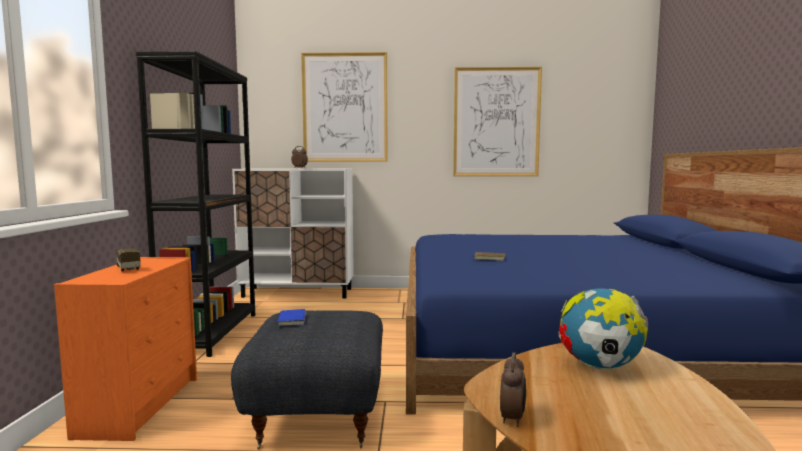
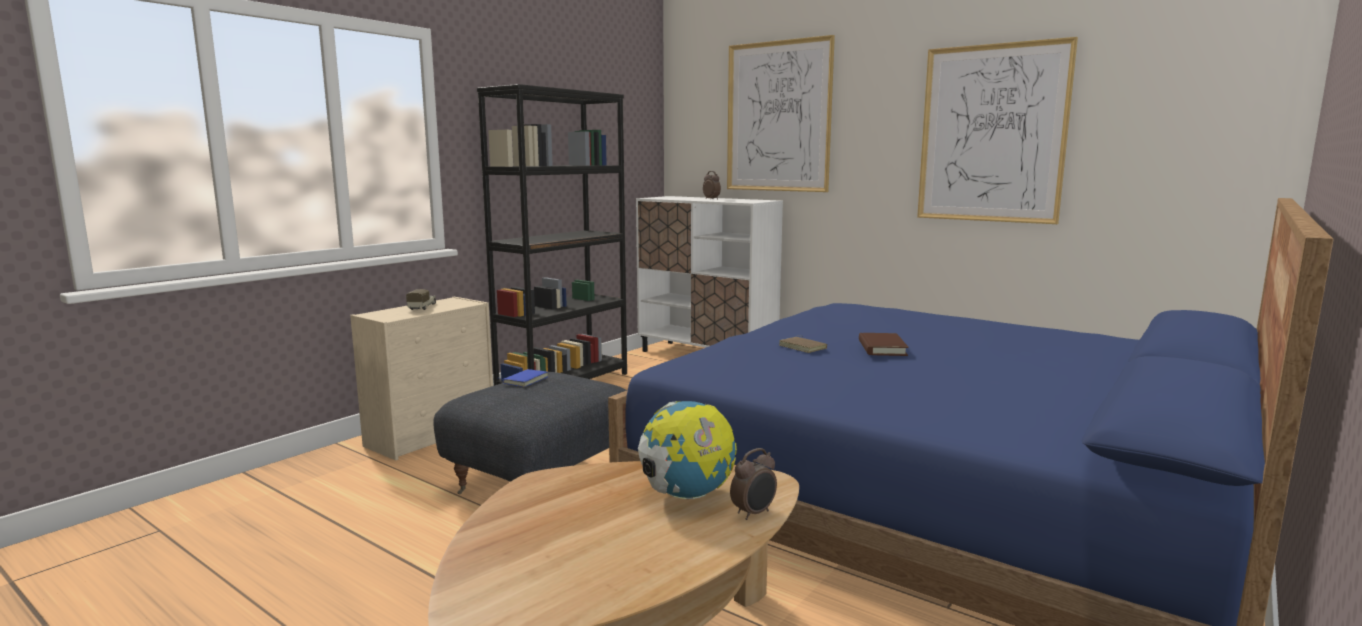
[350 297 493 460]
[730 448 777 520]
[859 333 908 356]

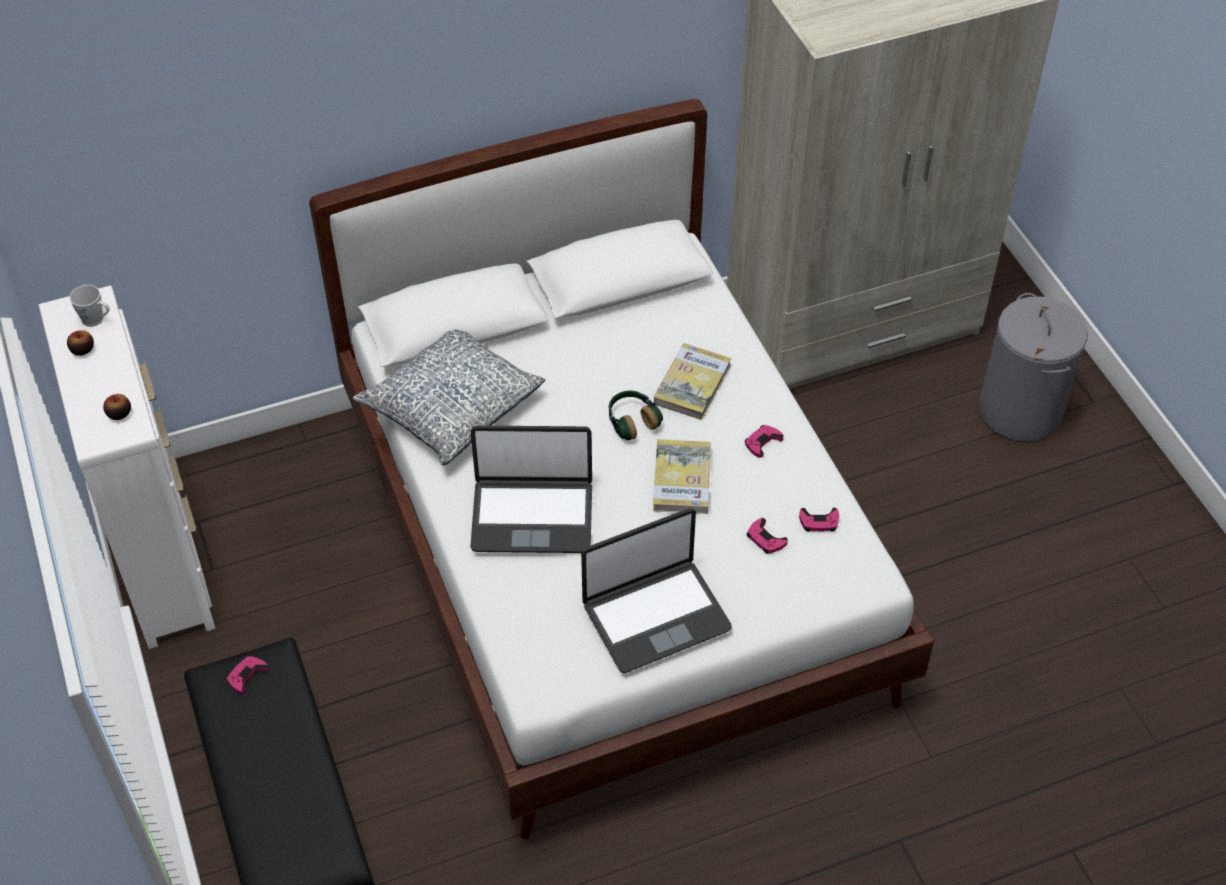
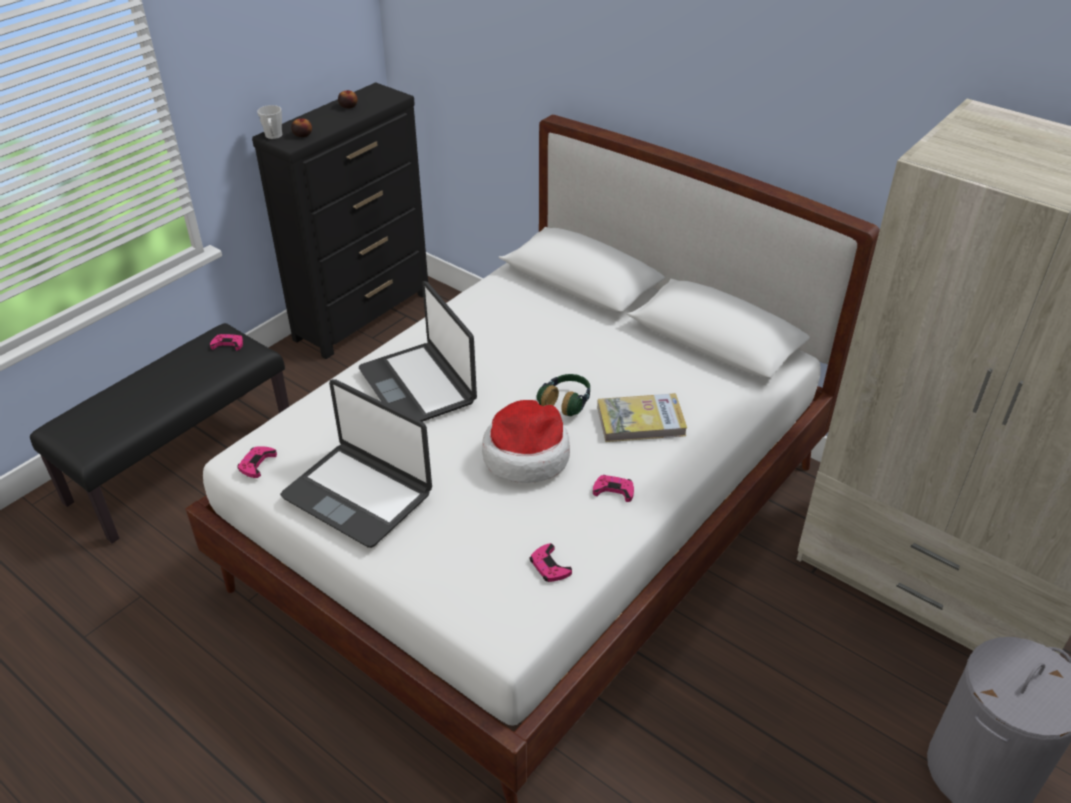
[252 82 428 359]
[257 105 282 139]
[353 330 545 466] (first image)
[482 400 570 483]
[237 446 277 478]

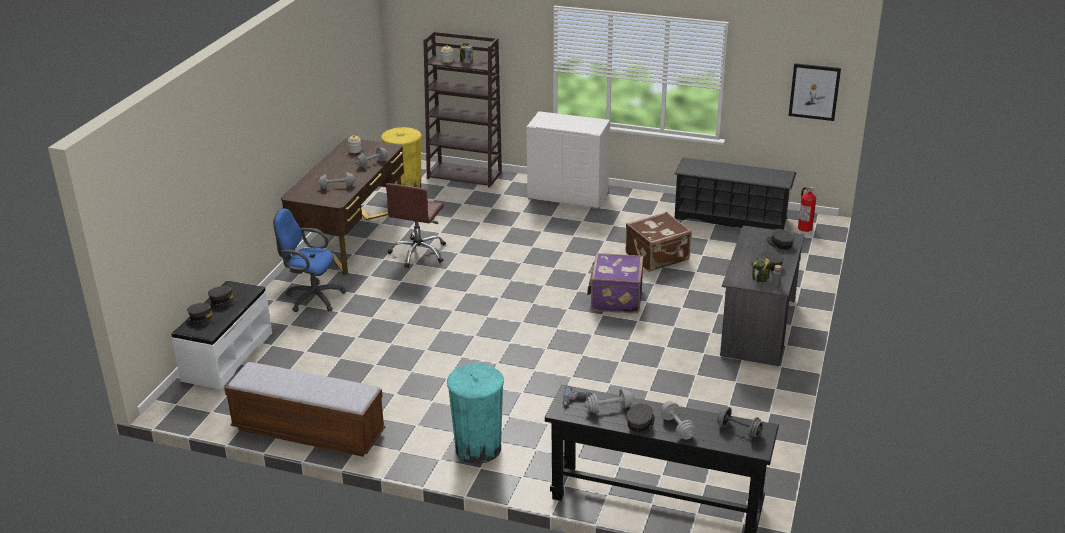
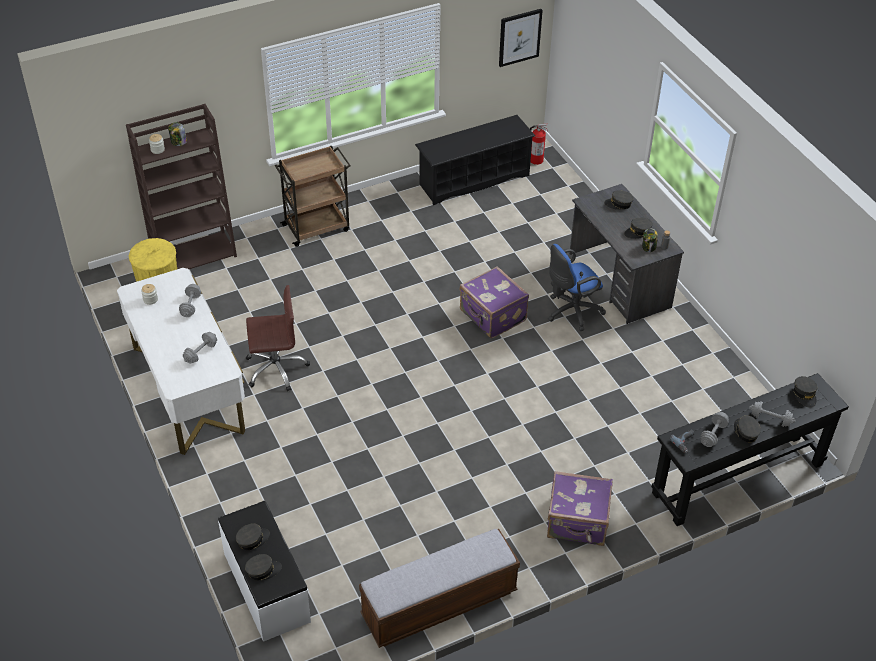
[275 146 351 247]
[117 268 245 455]
[246 285 310 391]
[548 244 606 331]
[626 212 692 271] (first image)
[547 471 613 546]
[794 376 817 408]

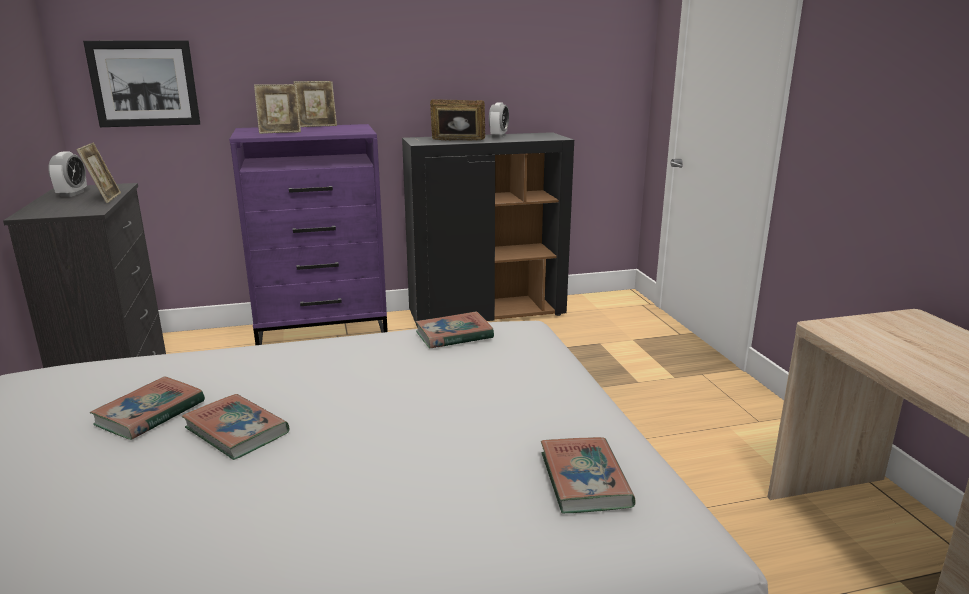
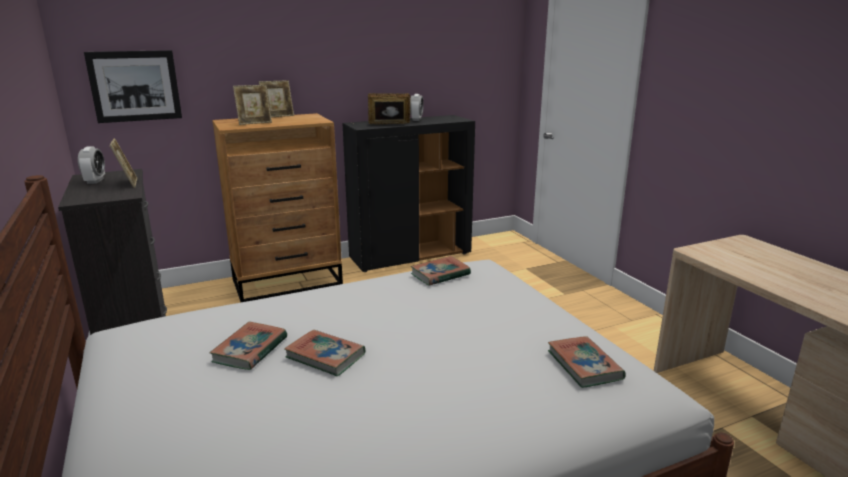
[212 113 343 302]

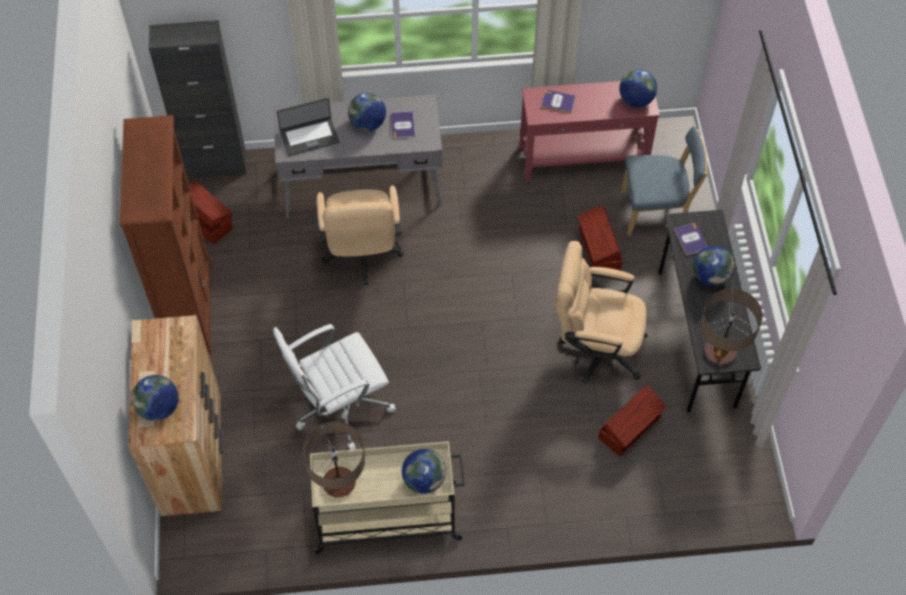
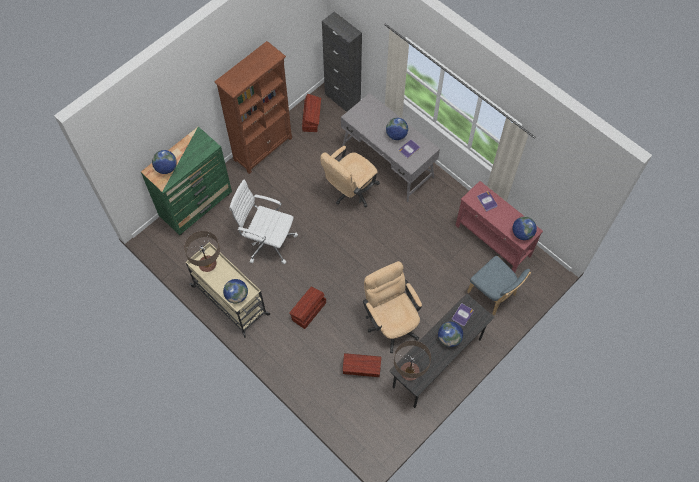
[277 98 340 156] (first image)
[289 287 326 329]
[141 126 232 235]

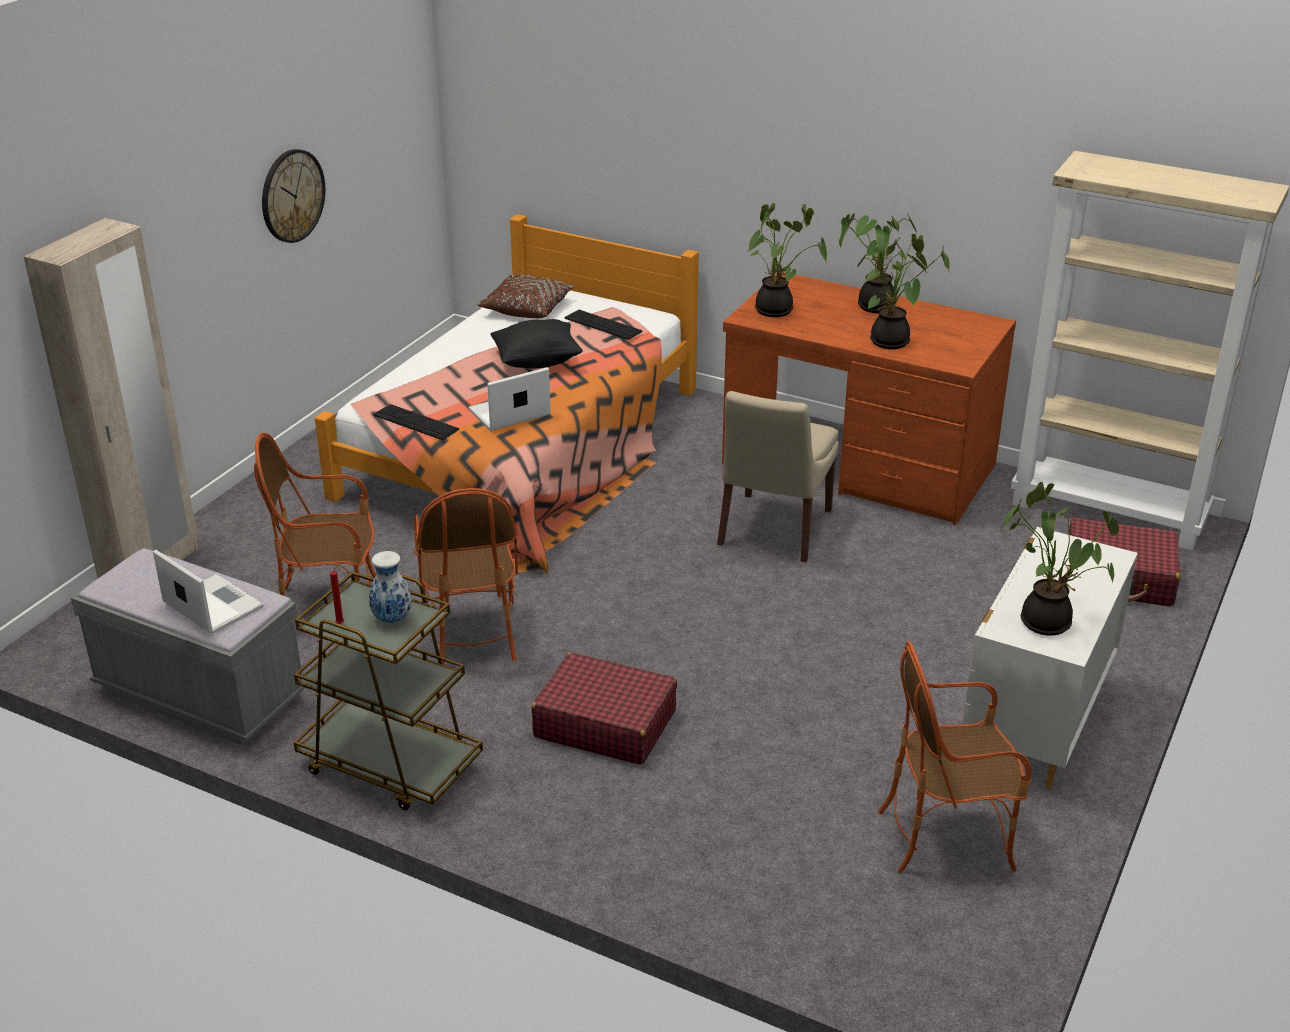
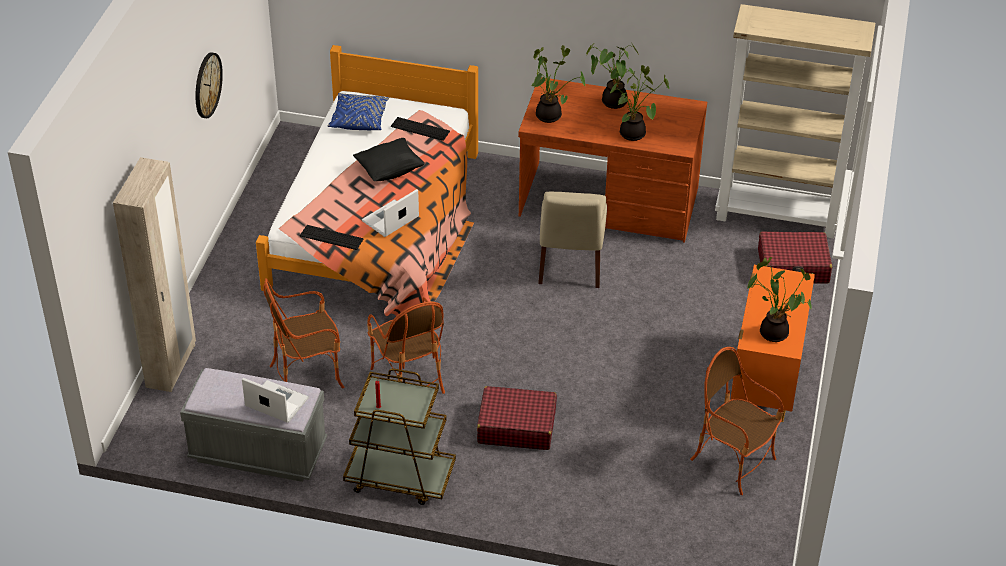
[328 93 389 130]
[730 265 815 422]
[369 551 412 623] (first image)
[690 347 784 495]

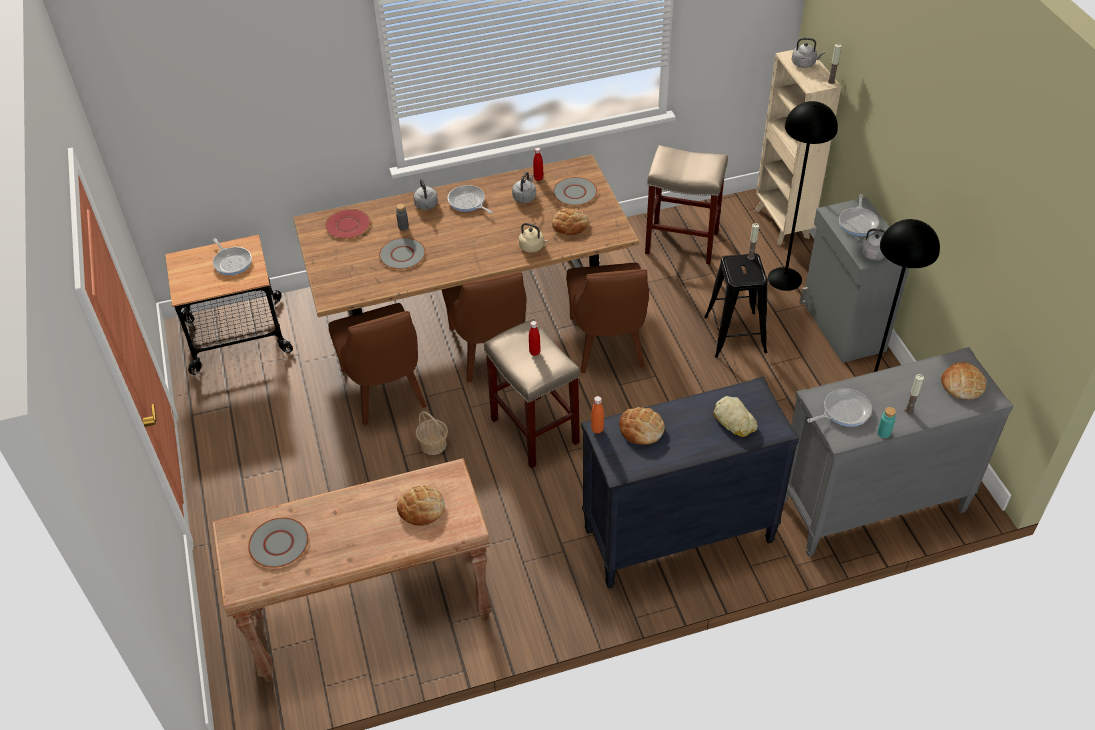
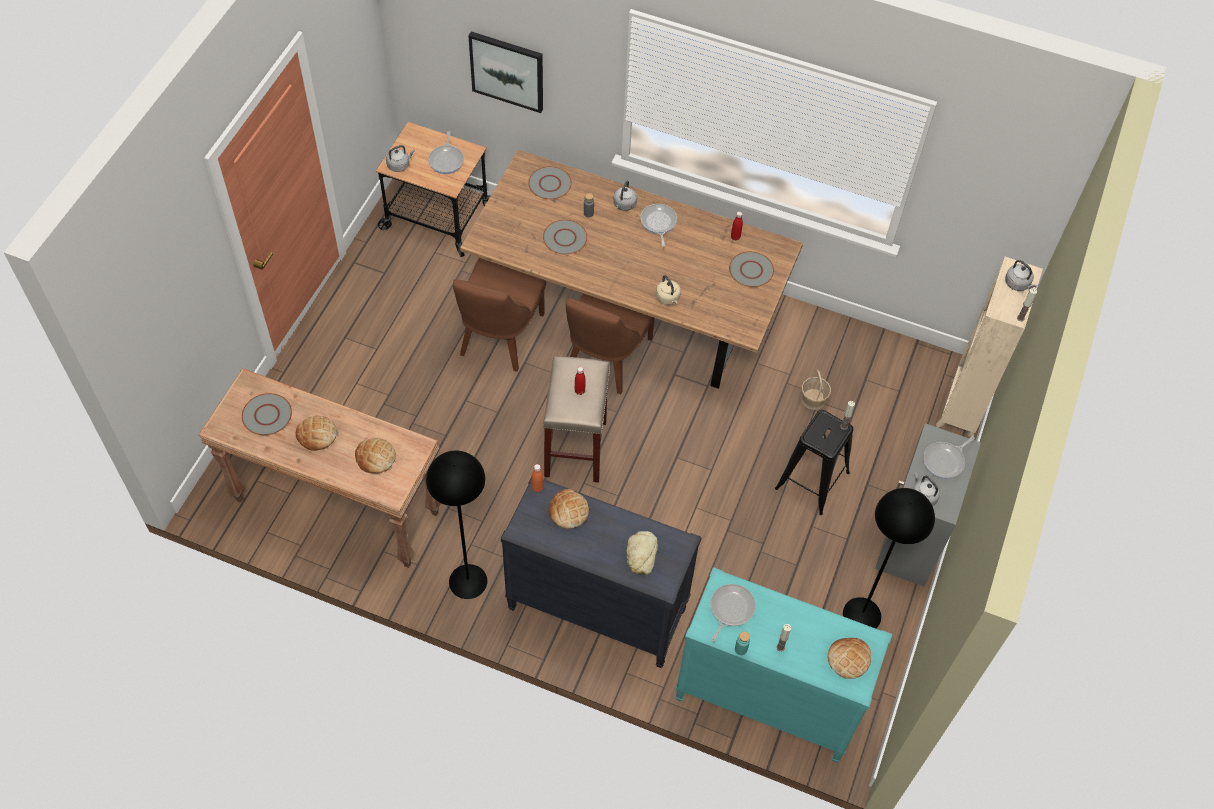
[426 451 487 599]
[645 145 728 264] (first image)
[386 145 415 172]
[296 415 337 451]
[528 166 572 200]
[566 263 649 373] (first image)
[675 567 892 763]
[710 584 756 642]
[801 369 831 410]
[468 32 543 113]

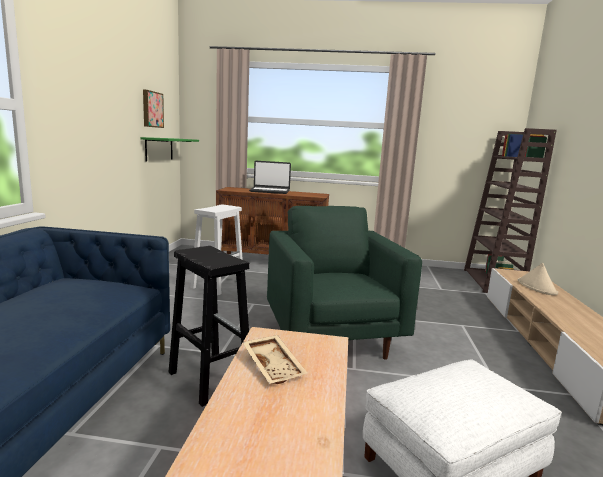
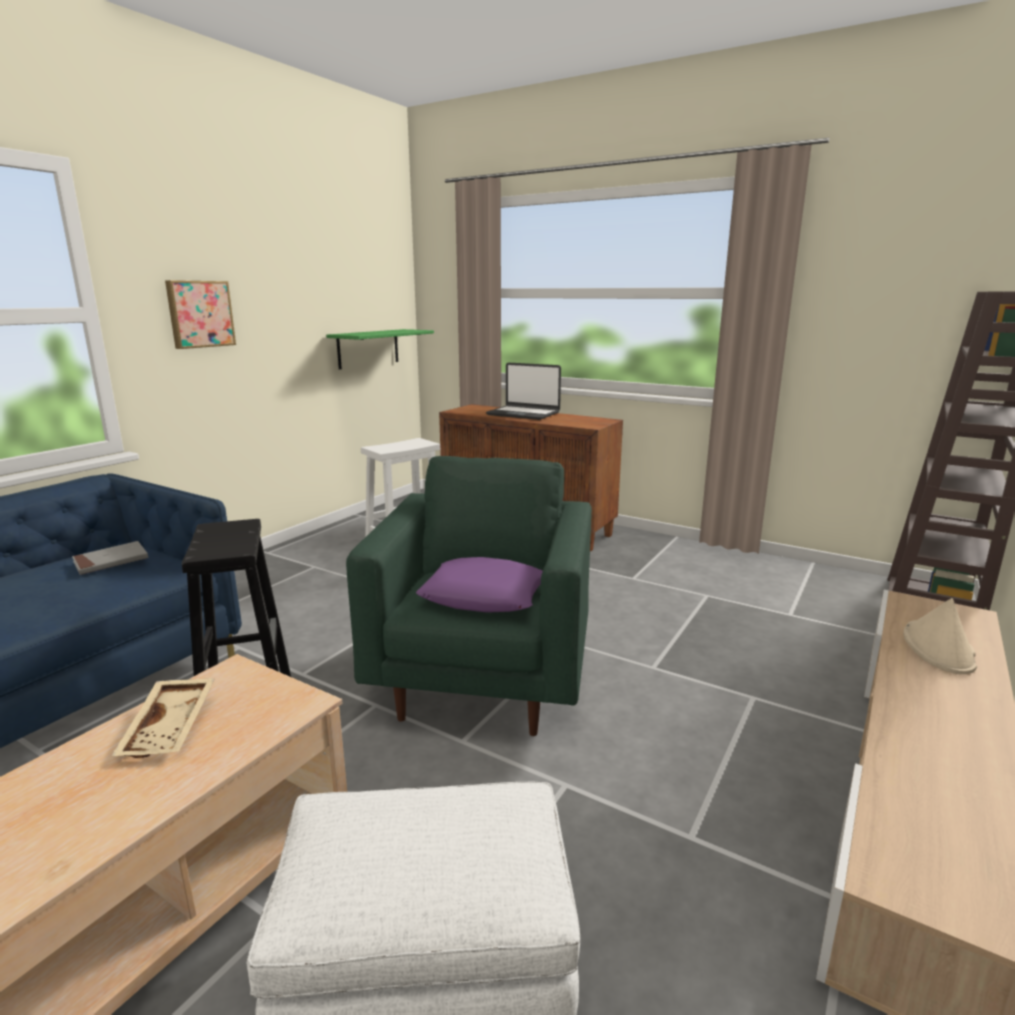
[165 280 236 349]
[72 541 148 575]
[416 557 543 613]

